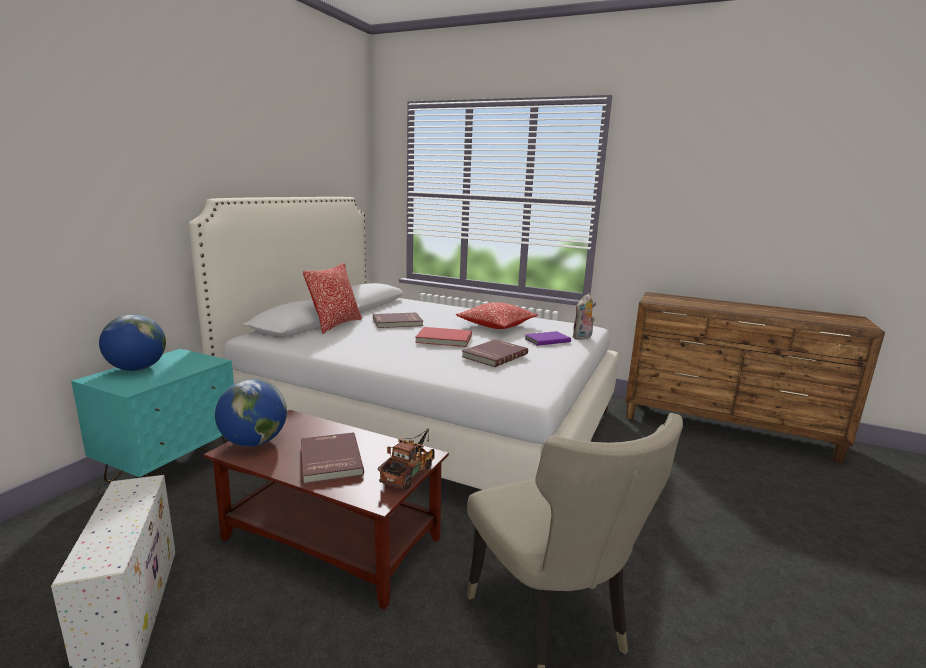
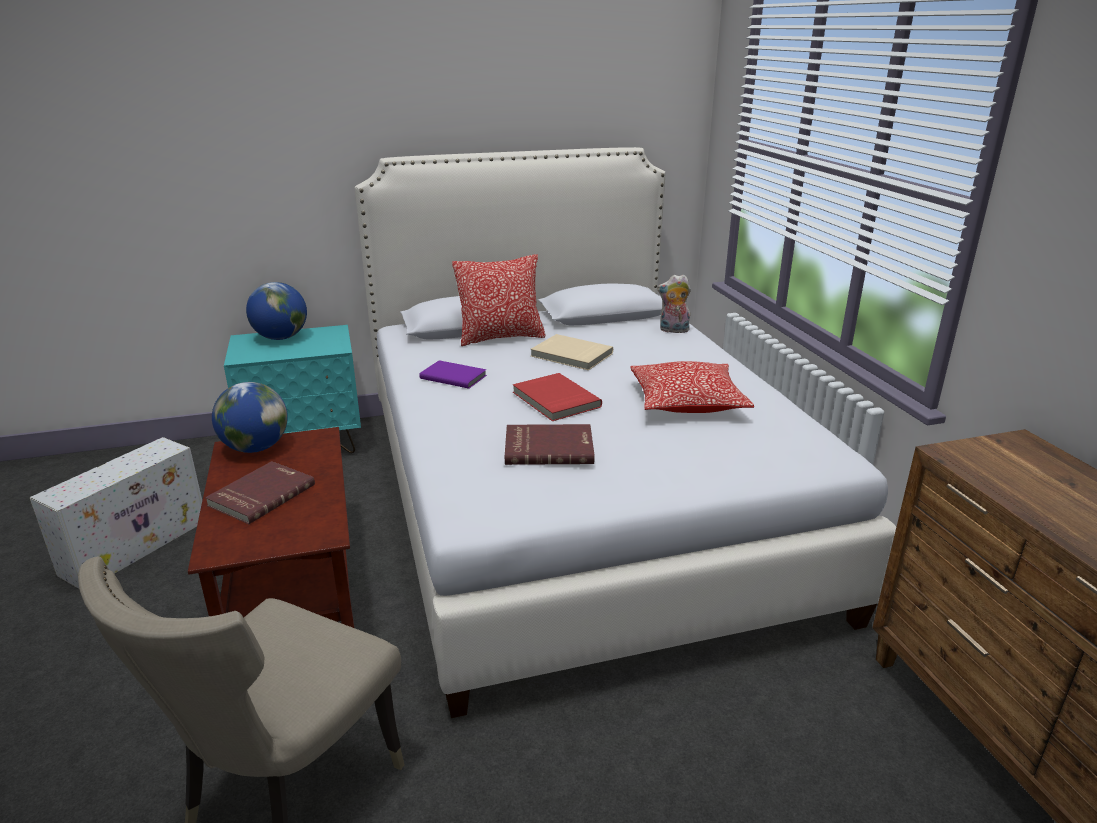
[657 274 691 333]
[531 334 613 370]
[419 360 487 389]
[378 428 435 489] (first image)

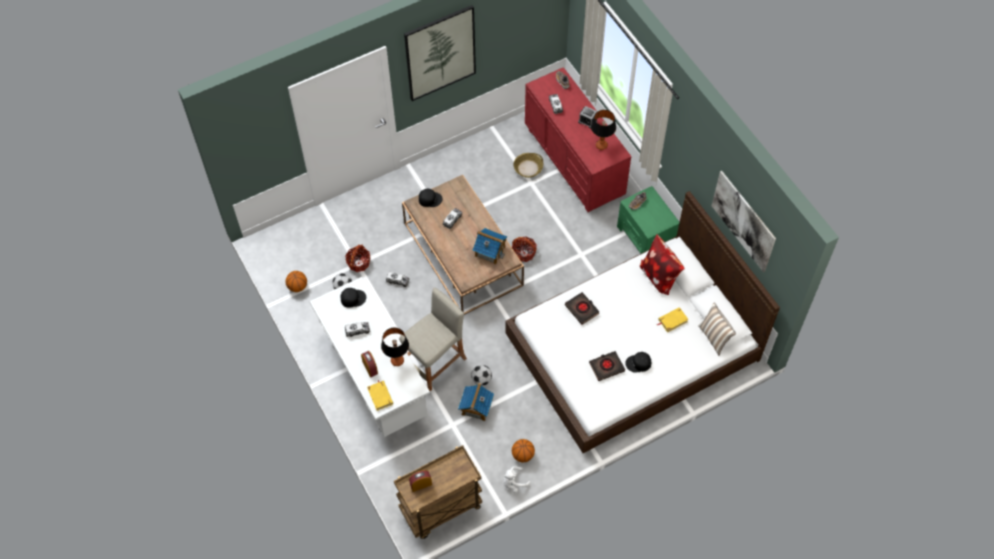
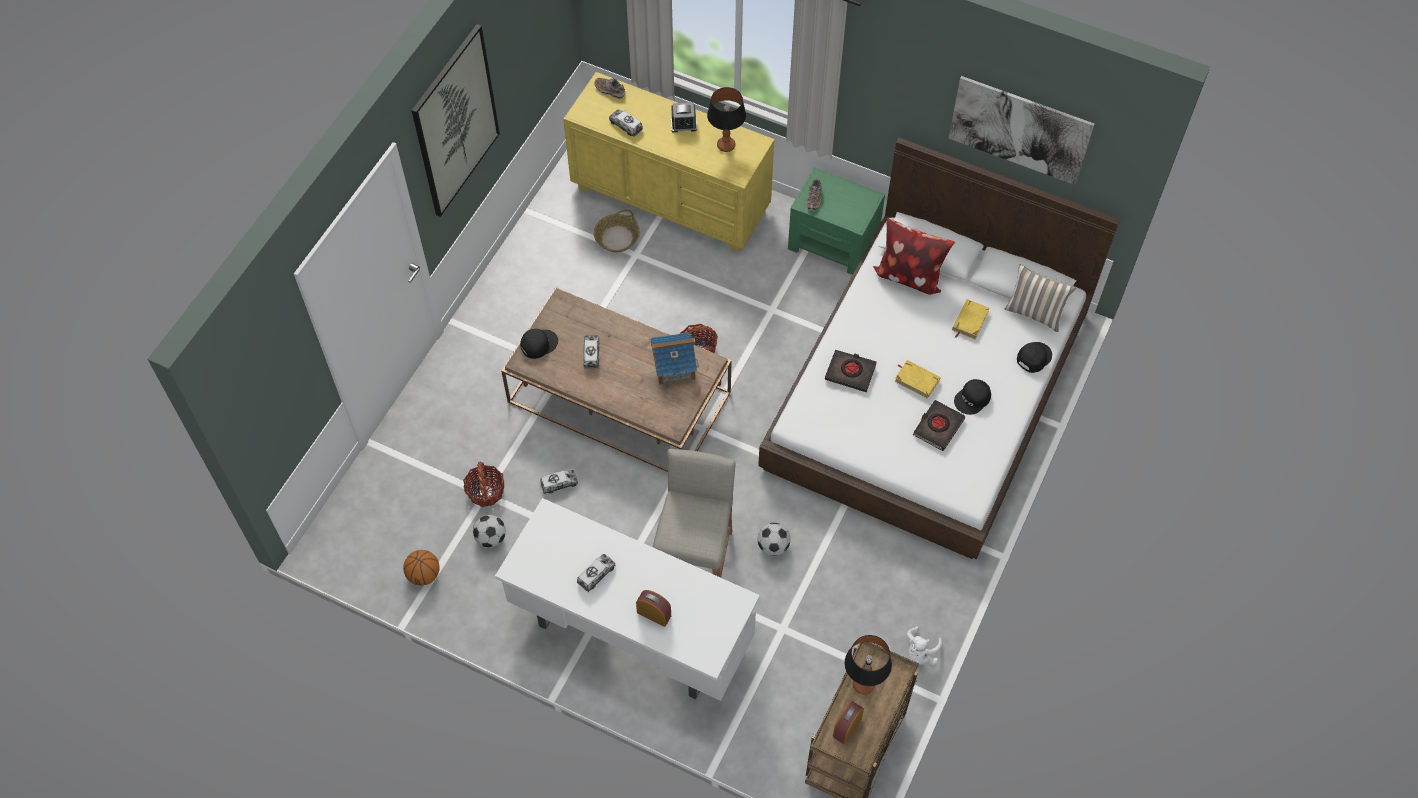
[563 72 775 252]
[1017 342 1052 373]
[845 635 892 695]
[894 360 941 399]
[458 383 494 421] (first image)
[512 439 535 462] (first image)

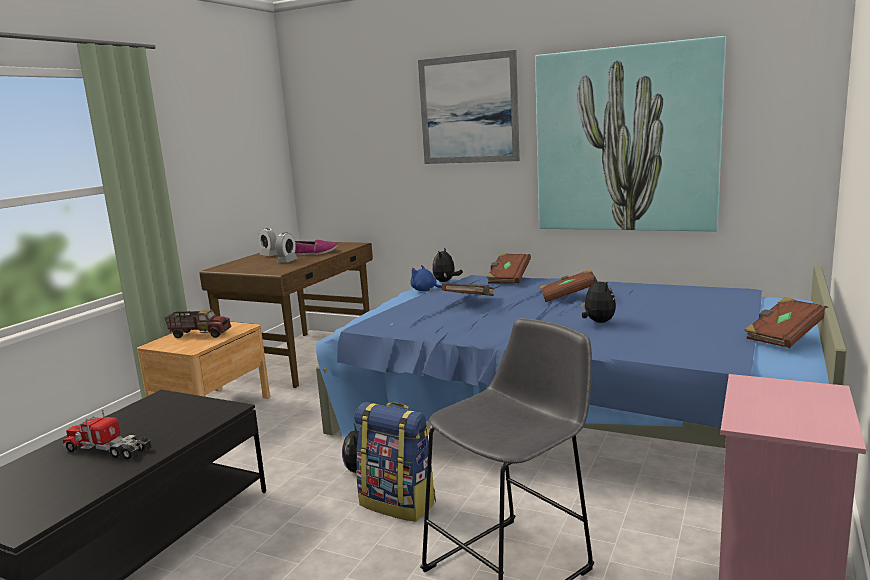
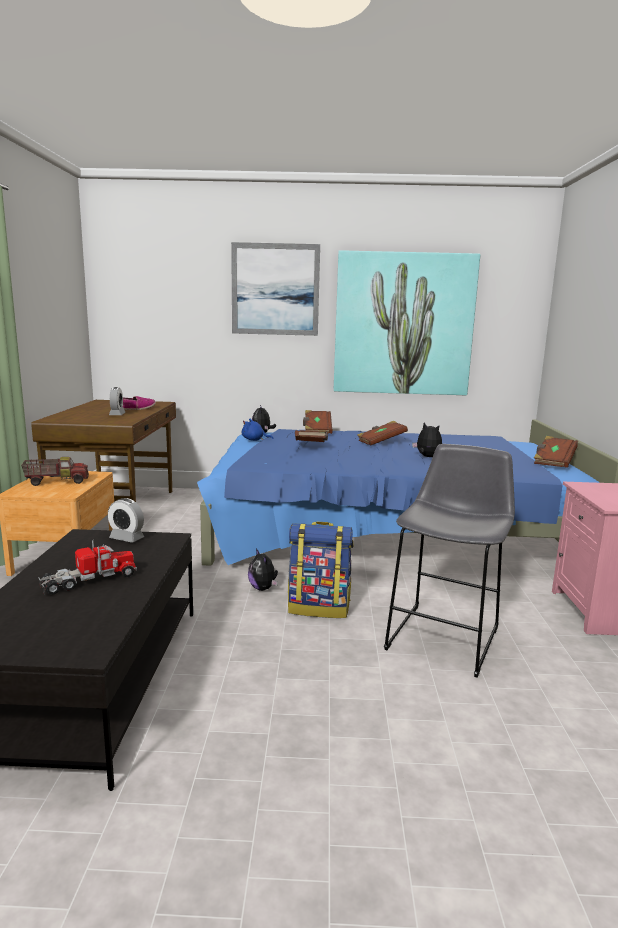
[108 498 144 543]
[38 540 137 595]

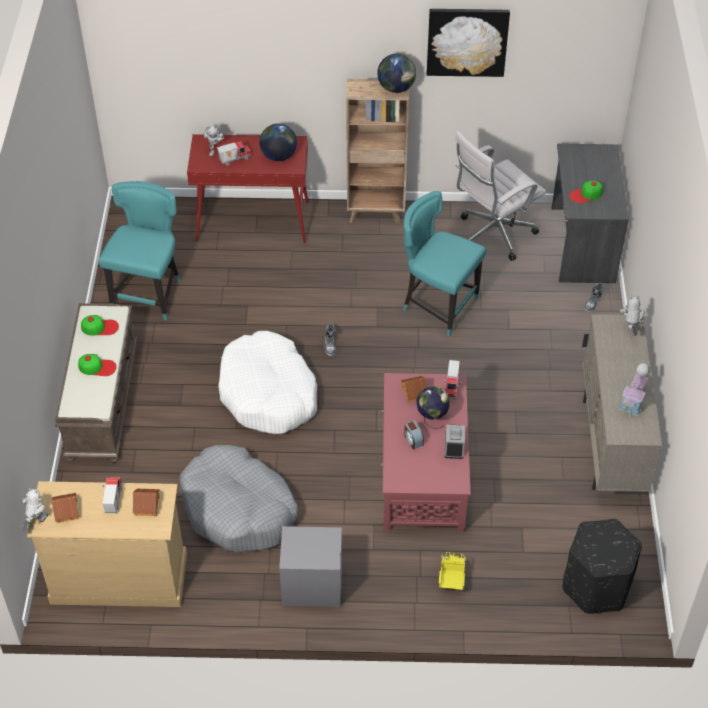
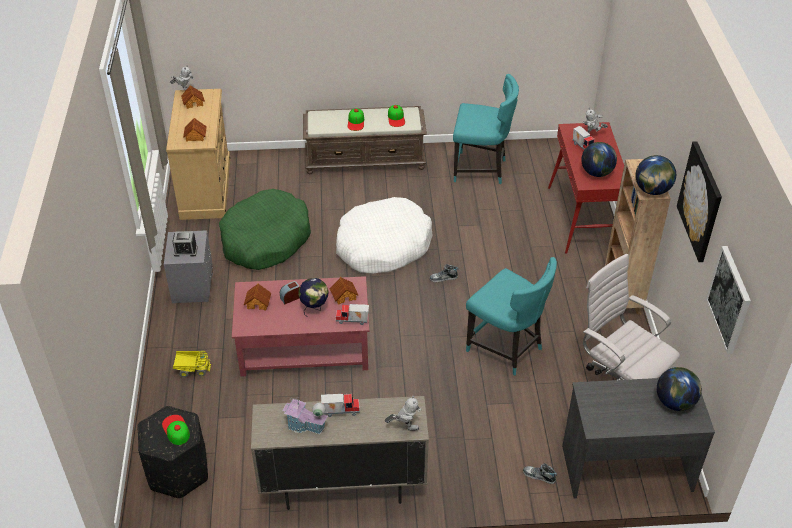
[162 415 190 445]
[466 257 557 375]
[172 231 198 257]
[219 189 311 270]
[321 393 360 417]
[706 246 751 354]
[244 283 271 310]
[657 367 702 411]

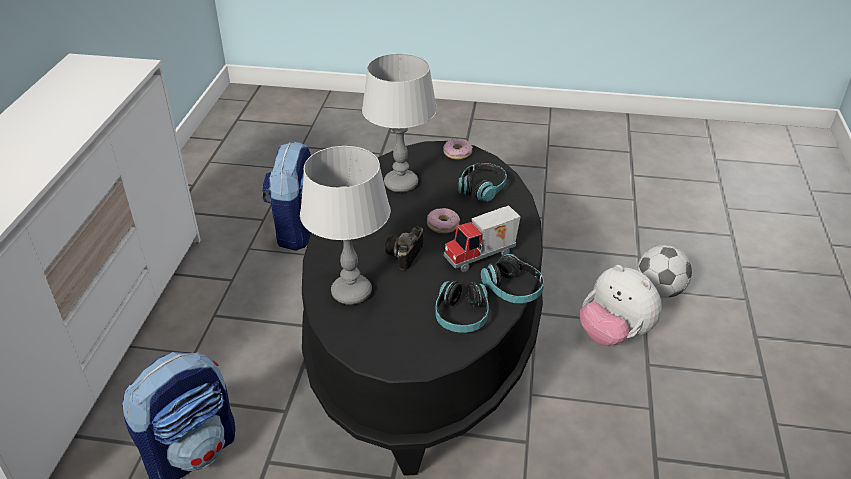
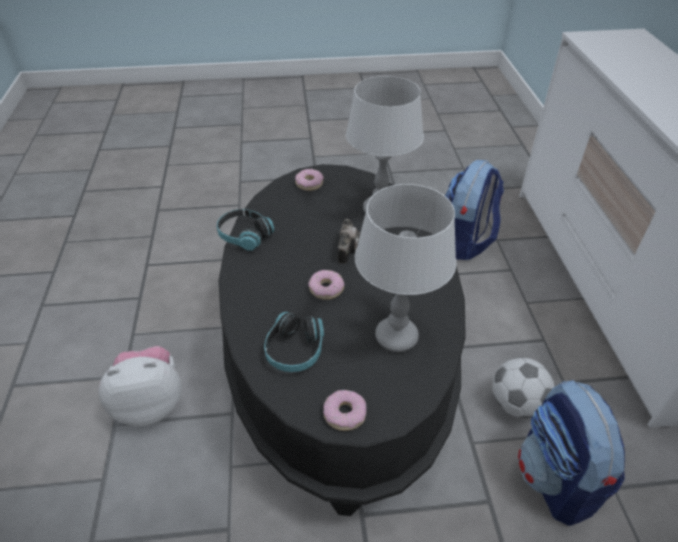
[444 205 521 272] (first image)
[492 358 555 418]
[99 346 182 426]
[435 281 488 333] (first image)
[295 169 324 191]

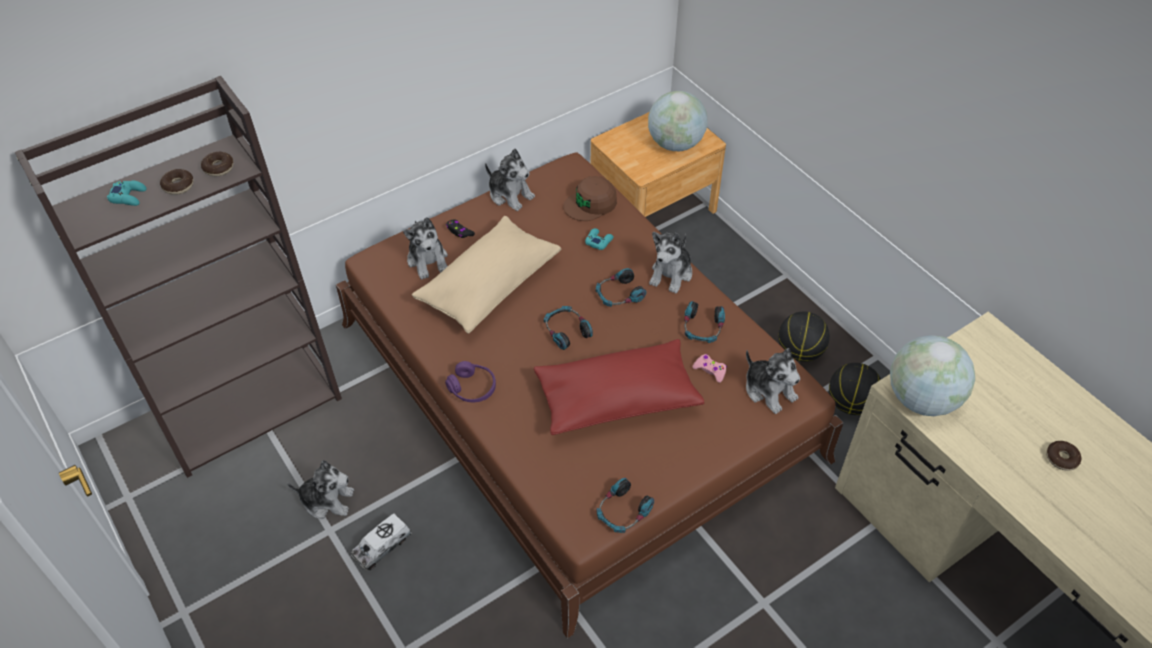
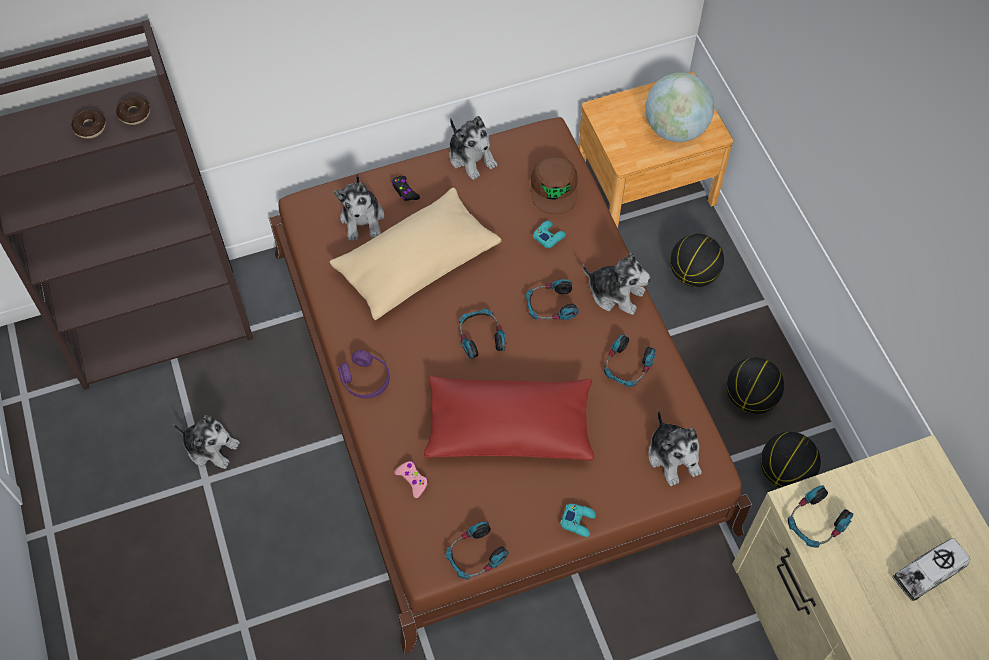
[531 156 578 214]
[560 504 596 537]
[582 253 650 315]
[788 486 853 548]
[395 461 428 498]
[1047 441 1082 471] (first image)
[892 538 970 601]
[670 233 724 287]

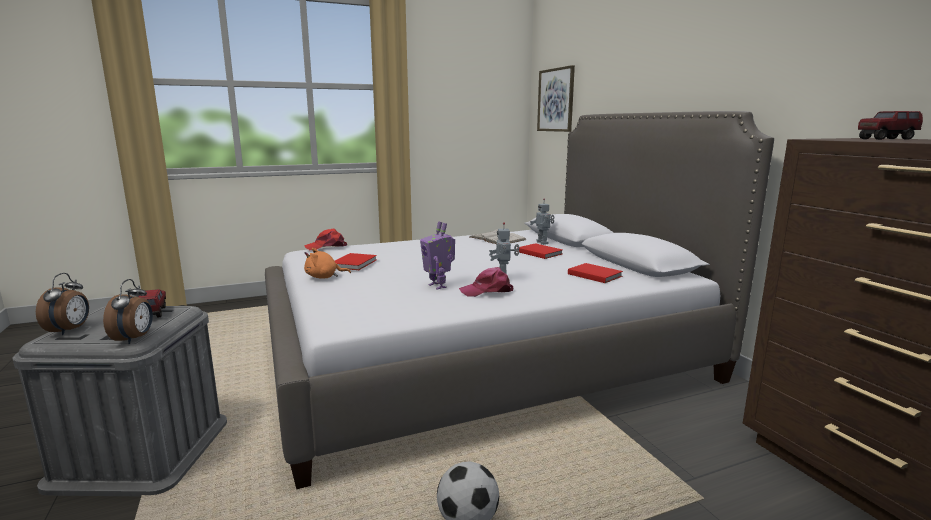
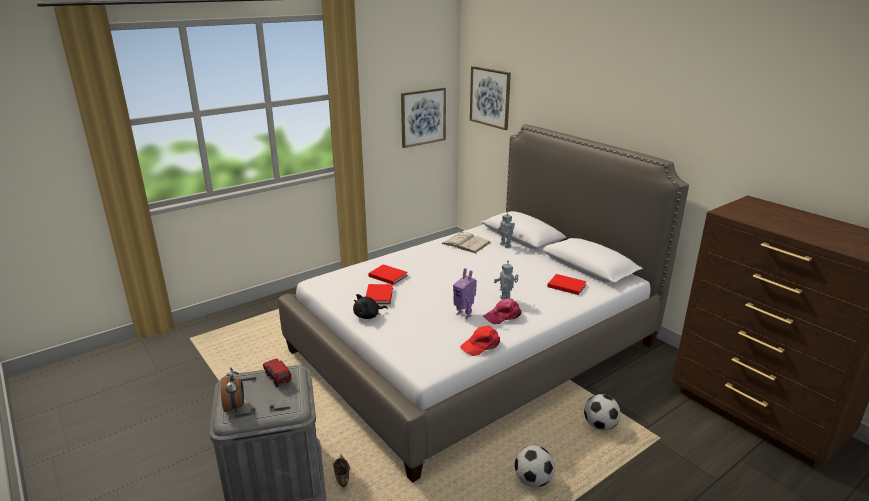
[858 111 923 140] (first image)
[460 326 500 356]
[368 264 408 285]
[353 294 388 319]
[103 279 153 344] (first image)
[401 88 446 148]
[584 394 621 431]
[332 454 350 487]

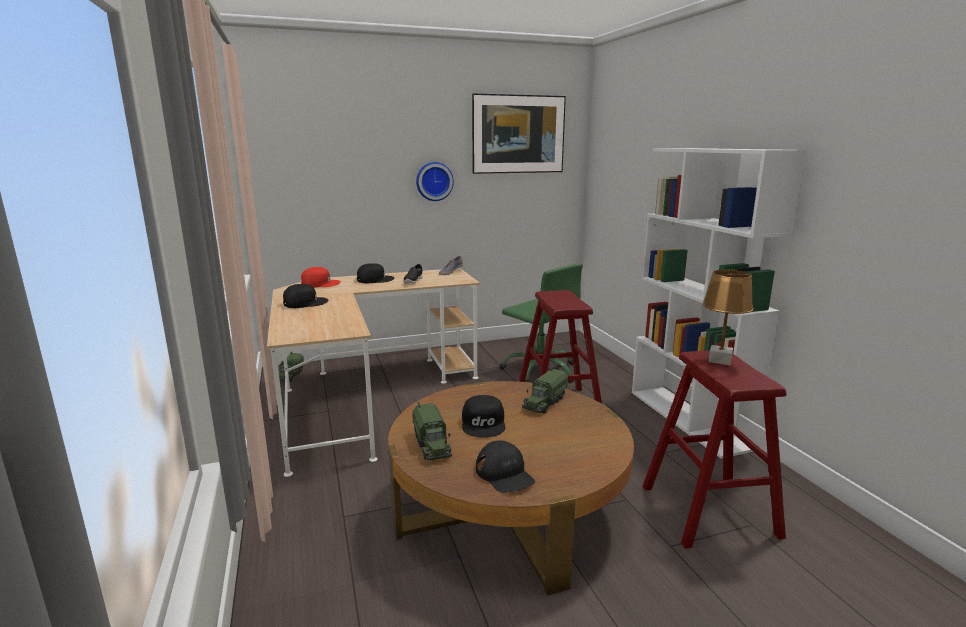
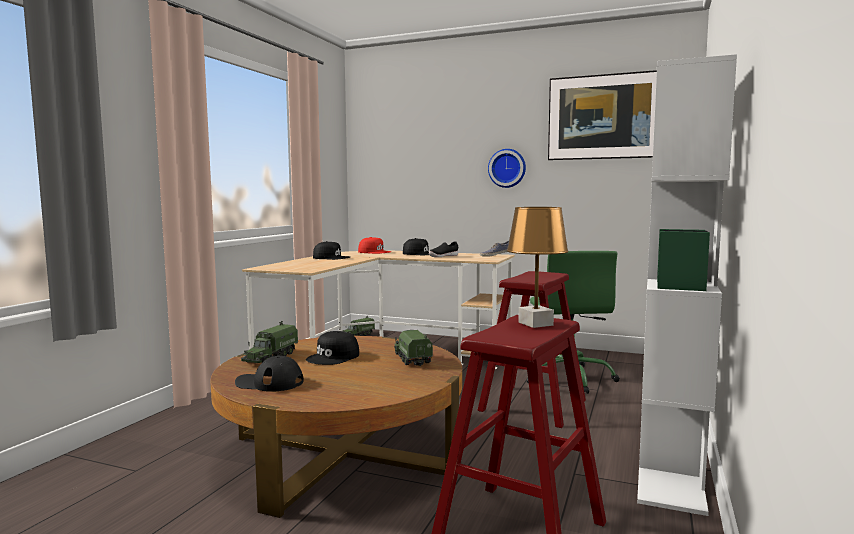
[394 330 433 366]
[235 356 304 392]

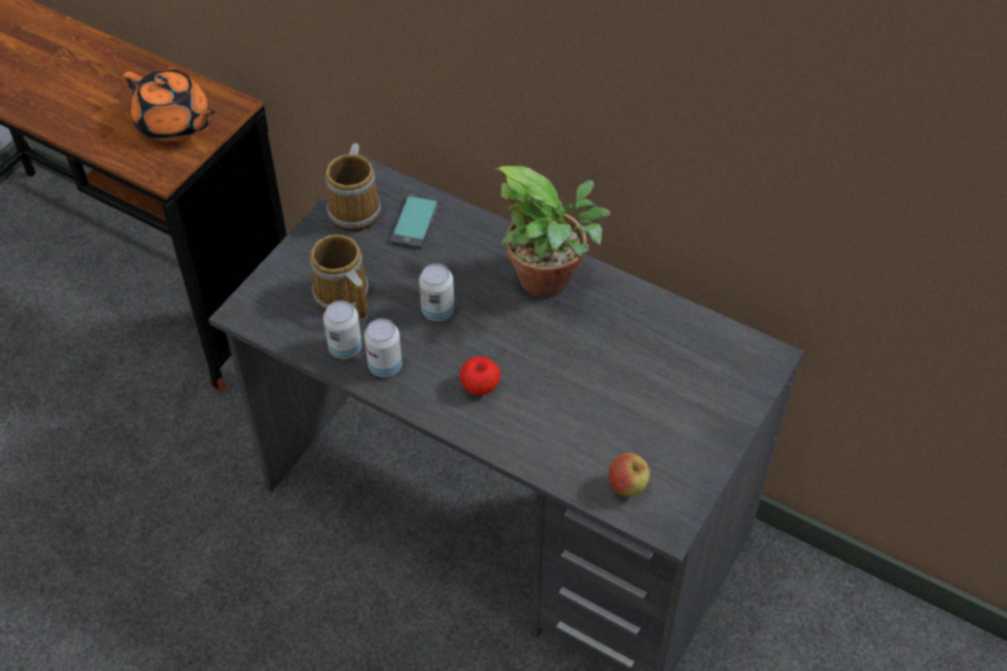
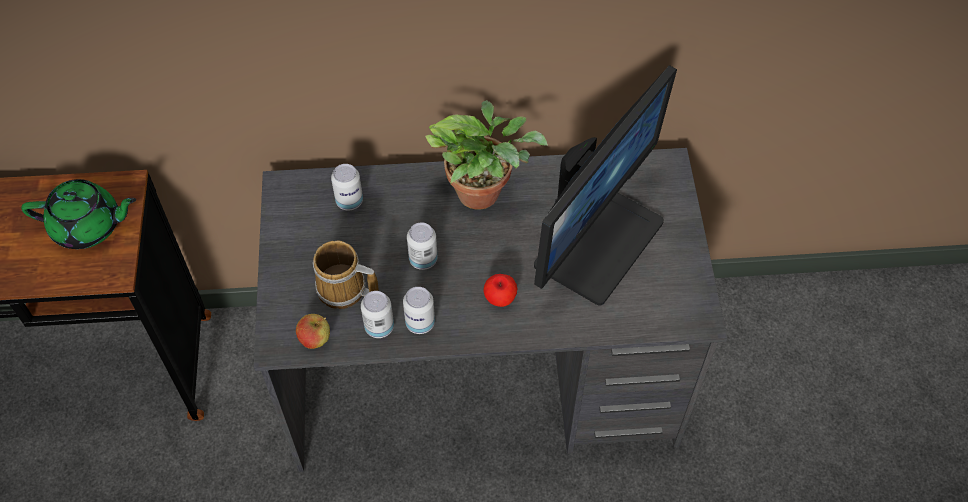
[21 179 136 249]
[325 143 381 232] (first image)
[331 164 363 211]
[296 314 330 349]
[534 65 677 306]

